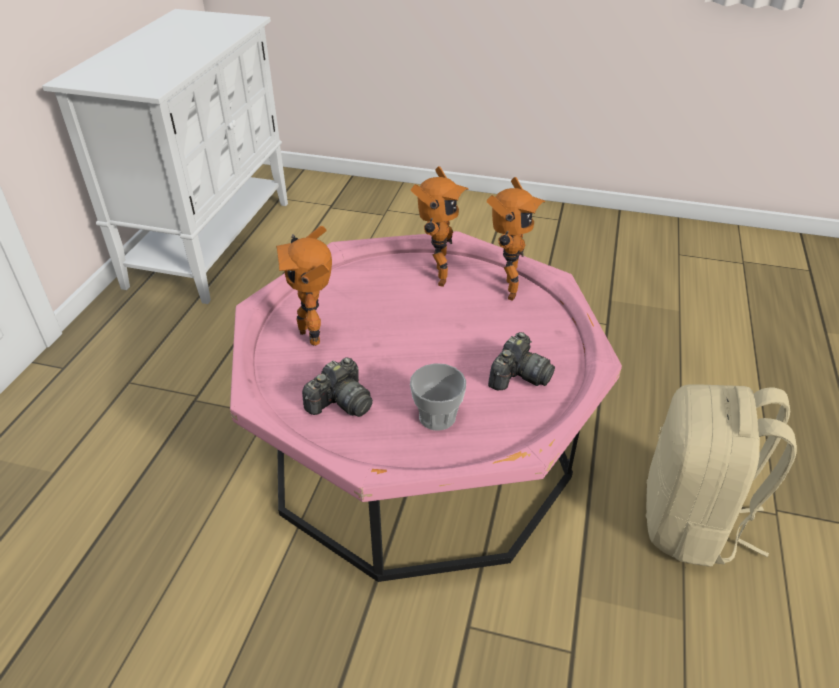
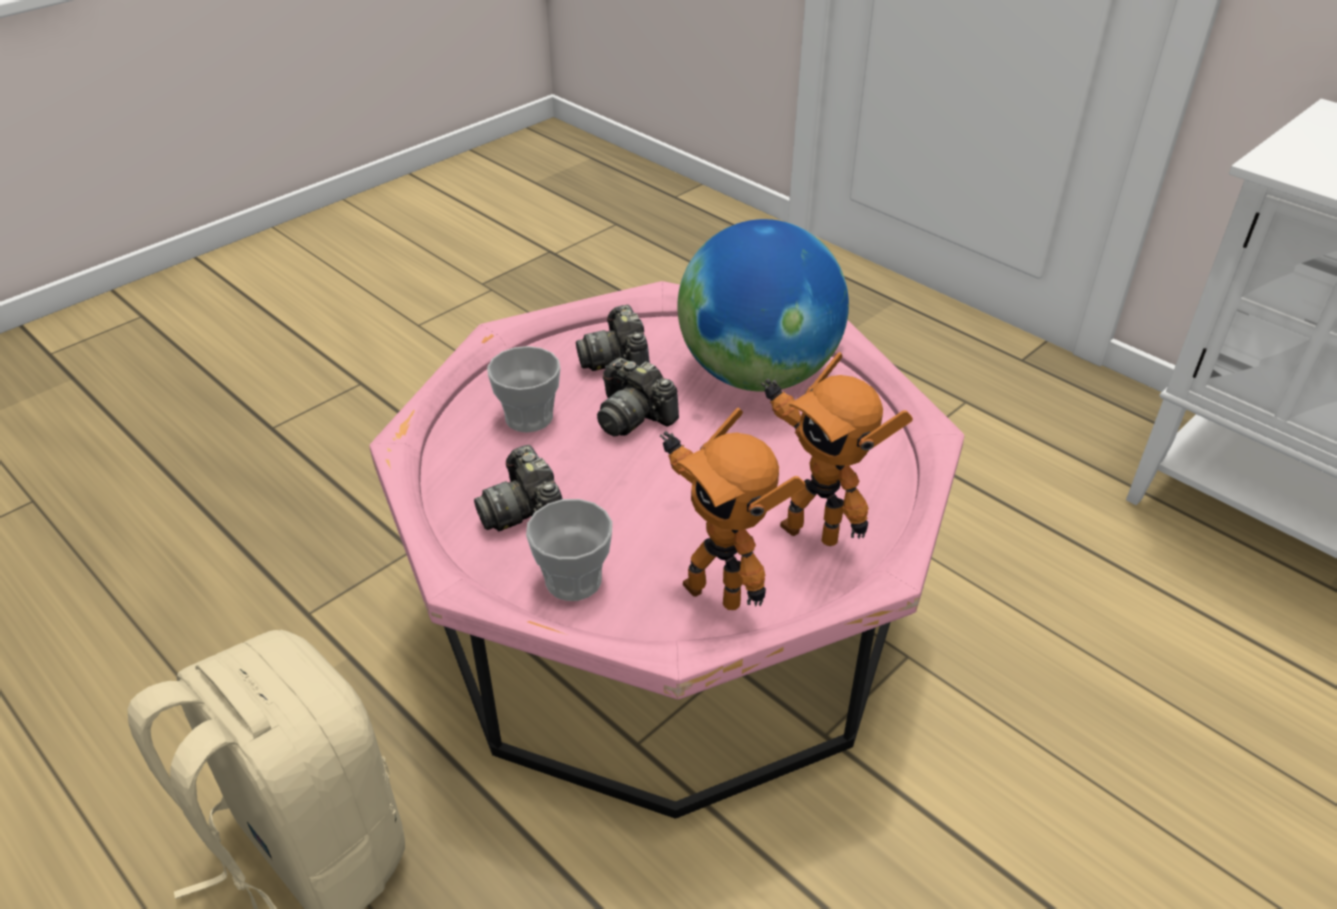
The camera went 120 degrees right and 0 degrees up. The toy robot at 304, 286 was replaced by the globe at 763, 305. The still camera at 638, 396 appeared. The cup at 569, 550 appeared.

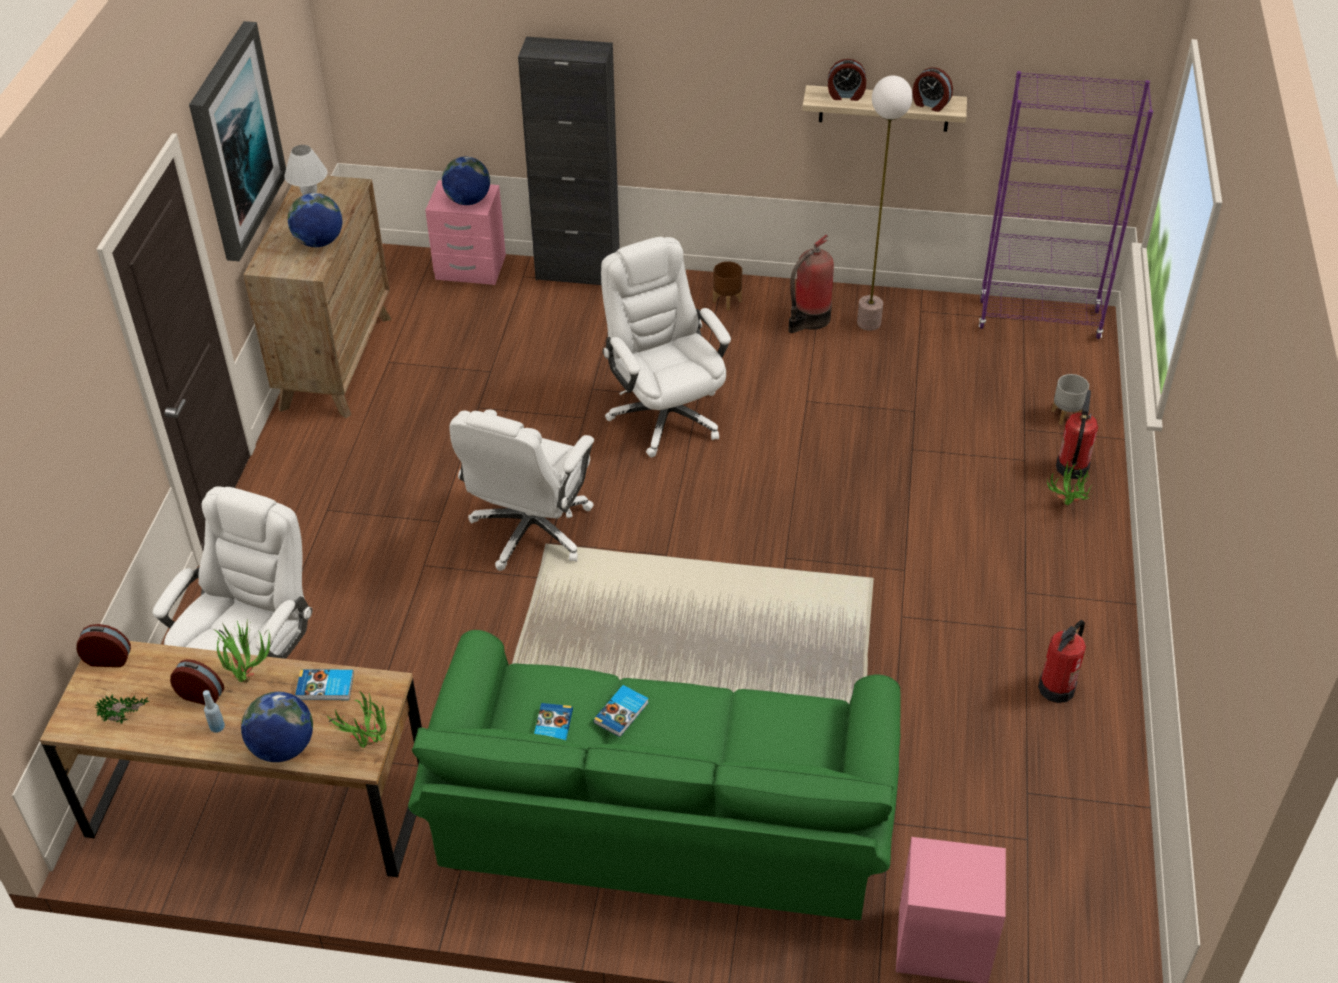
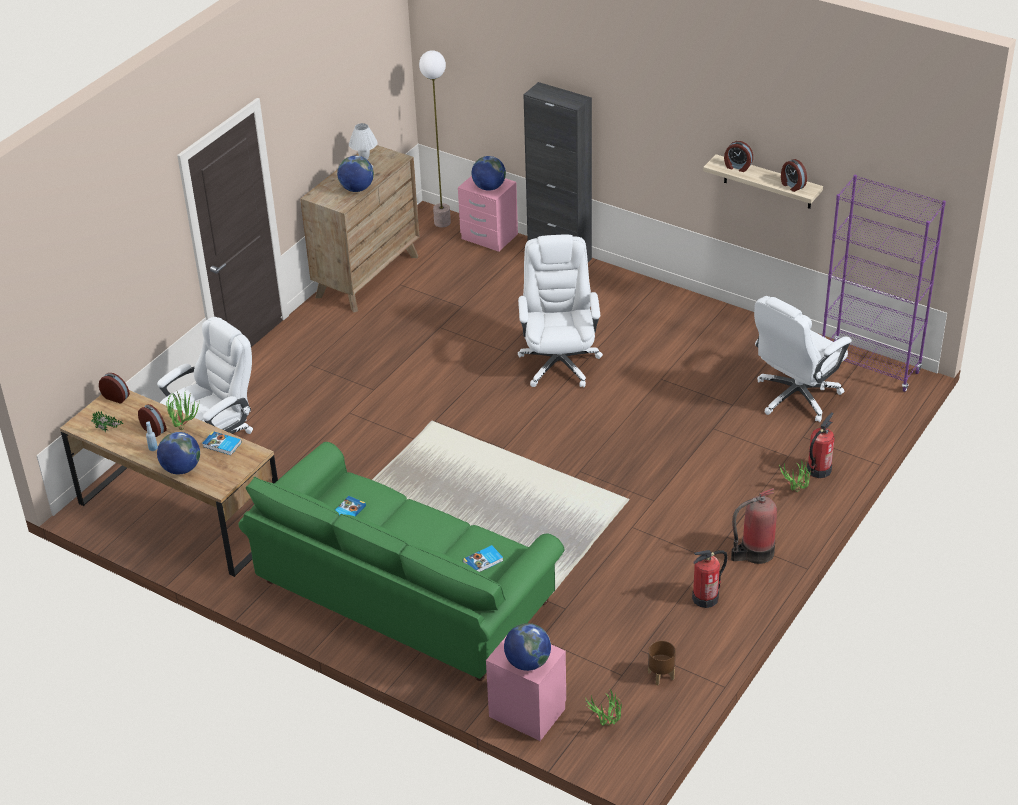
The camera went 25 degrees right and 5 degrees down. The wall art at 237, 141 disappeared. The standard lamp moved from 885, 203 to 435, 138. The extinguisher moved from 811, 284 to 754, 526. The brown-coloured planter moved from 727, 285 to 662, 663. The greyish planter at 1070, 399 disappeared. The white office chair moved from 521, 490 to 803, 359. The bound book moved from 620, 711 to 483, 558. The plant in a pot moved from 357, 719 to 603, 707. The globe at 527, 647 appeared.

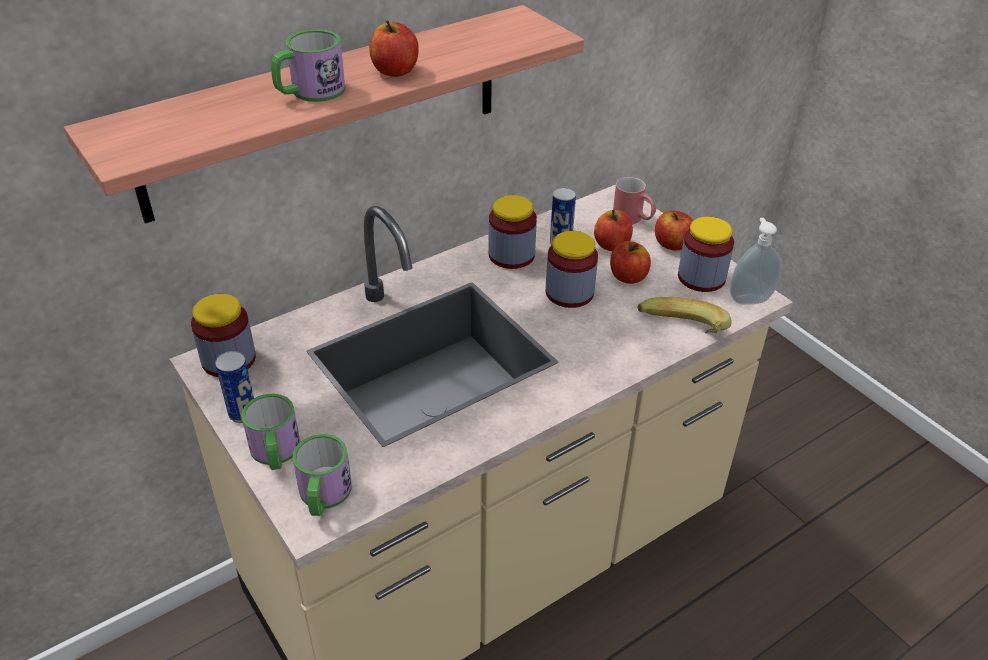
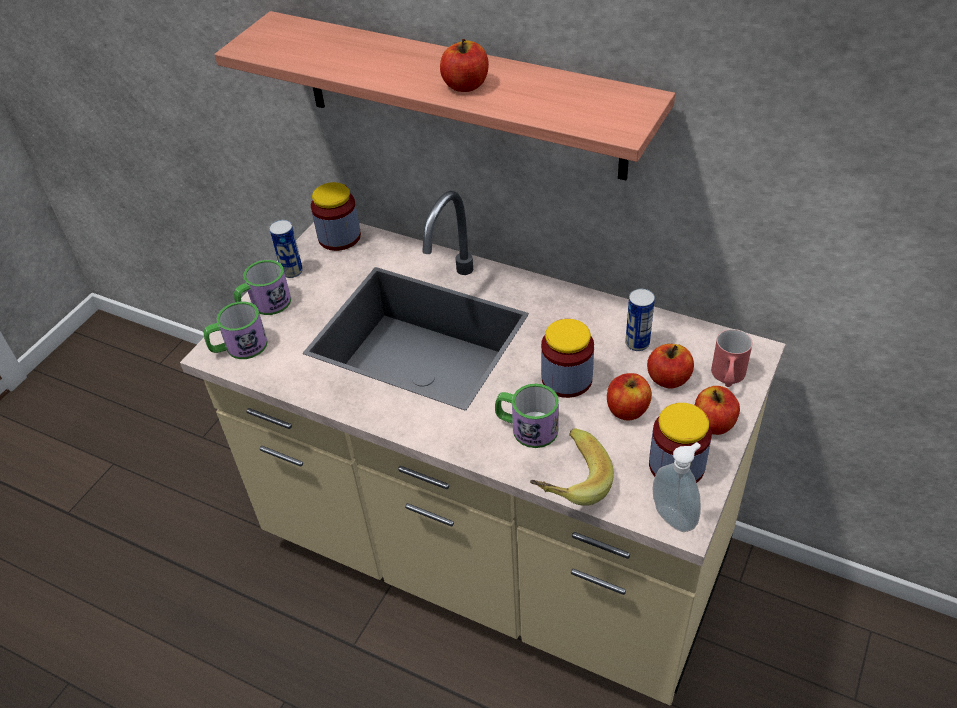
The camera went 65 degrees right and 5 degrees up. The tea mug moved from 308, 65 to 527, 416. The jar at 512, 232 disappeared.

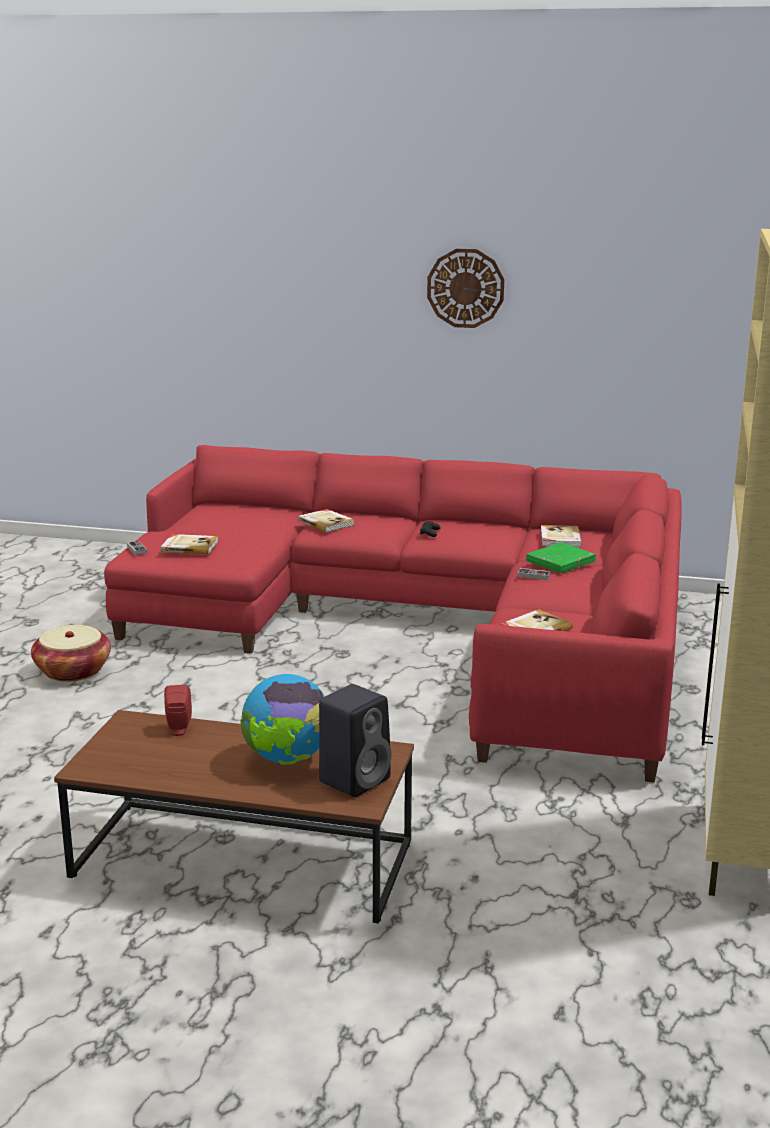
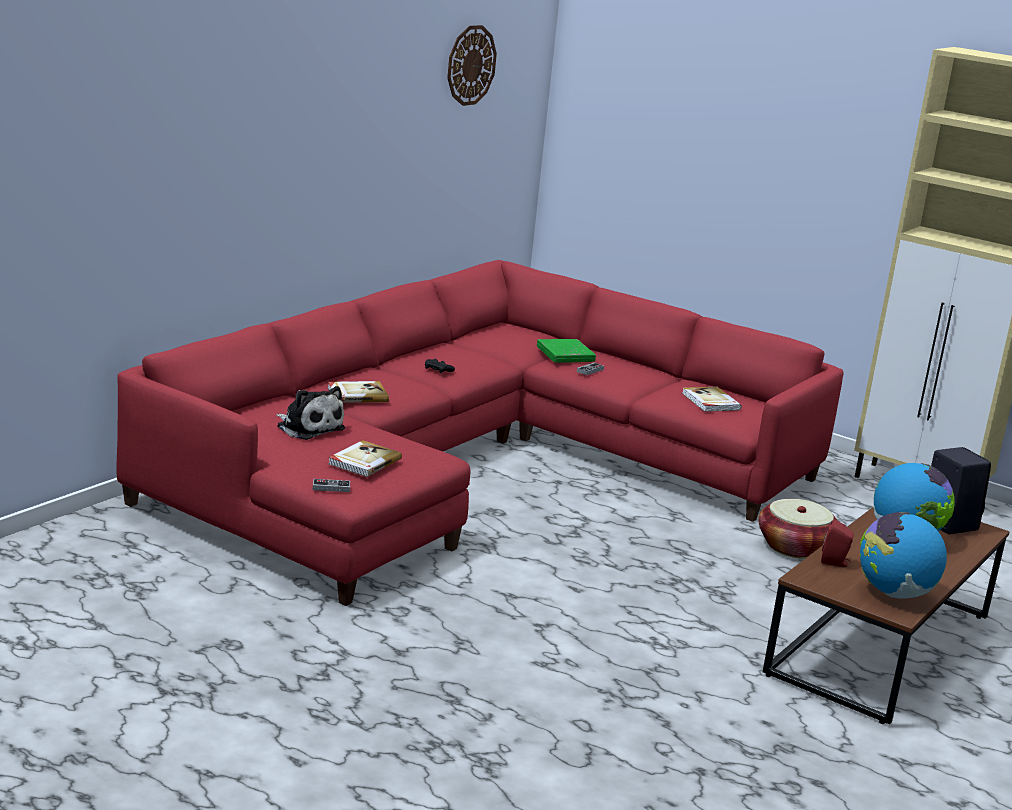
The camera went 70 degrees left and 0 degrees up. The clock on the wall moved from 465, 288 to 472, 65. The bound book at 561, 536 disappeared. The basket moved from 71, 653 to 798, 529. The plush toy at 310, 413 appeared. The globe at 903, 555 appeared.

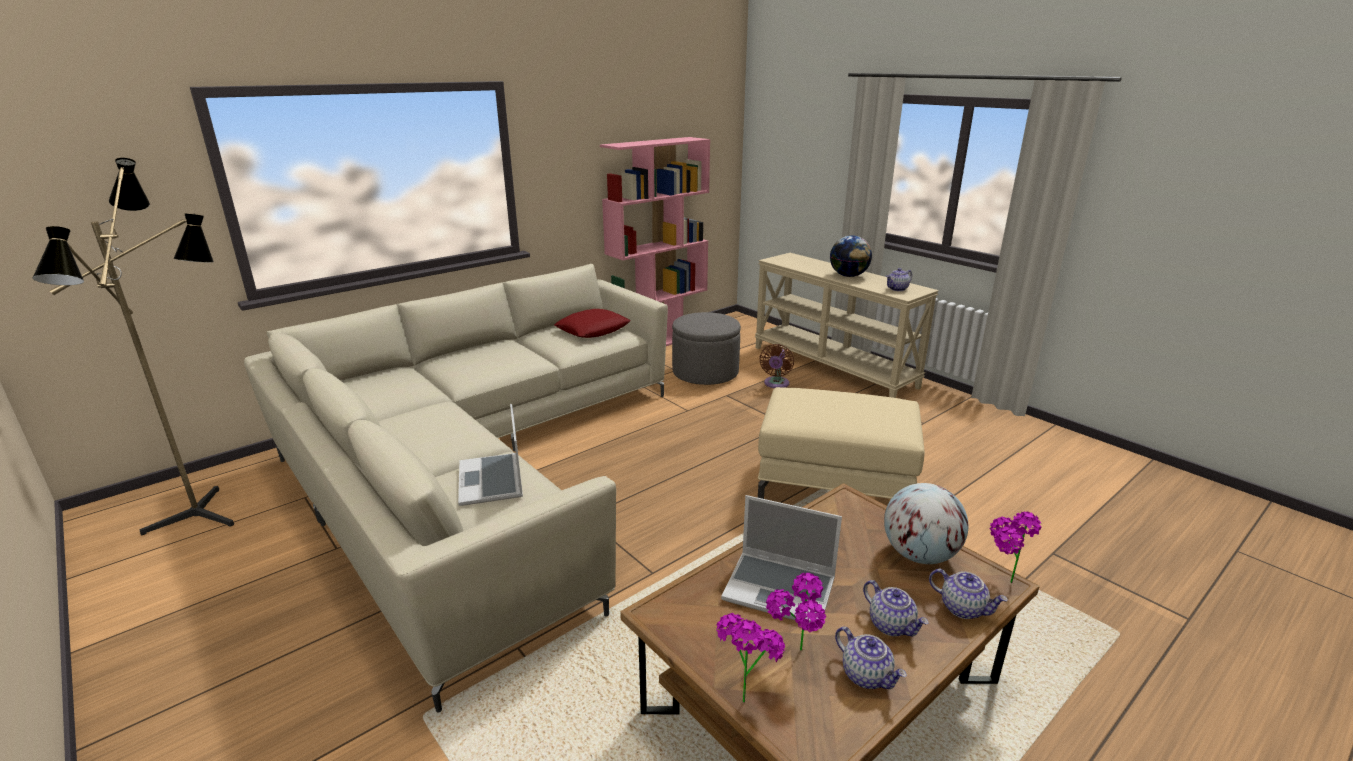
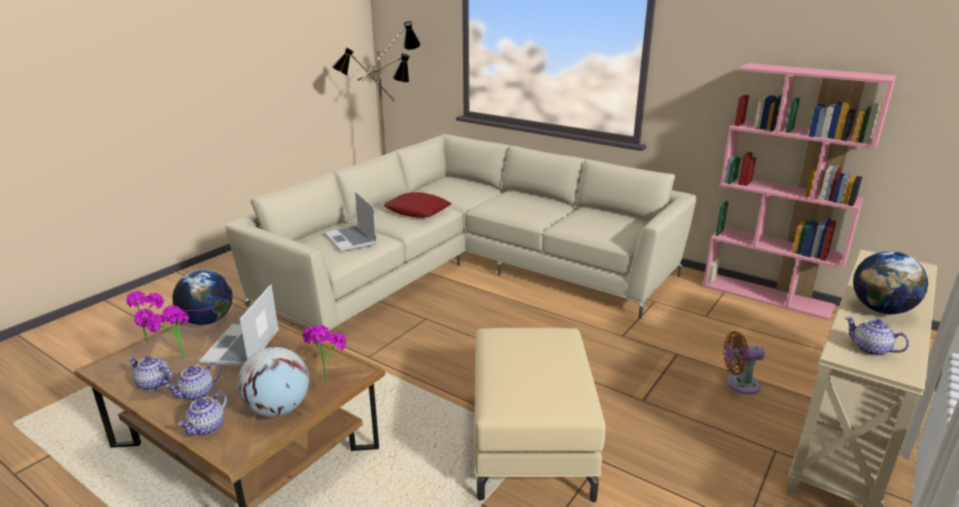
The camera went 75 degrees right and 0 degrees up. The red cushion moved from 592, 323 to 417, 205. The greyish footrest at 706, 348 disappeared. The portable computer at 490, 455 turned 90 degrees counterclockwise. The plant in a pot moved from 1015, 547 to 324, 353. The pot for tea at 871, 658 turned 75 degrees clockwise. The globe at 203, 297 appeared.

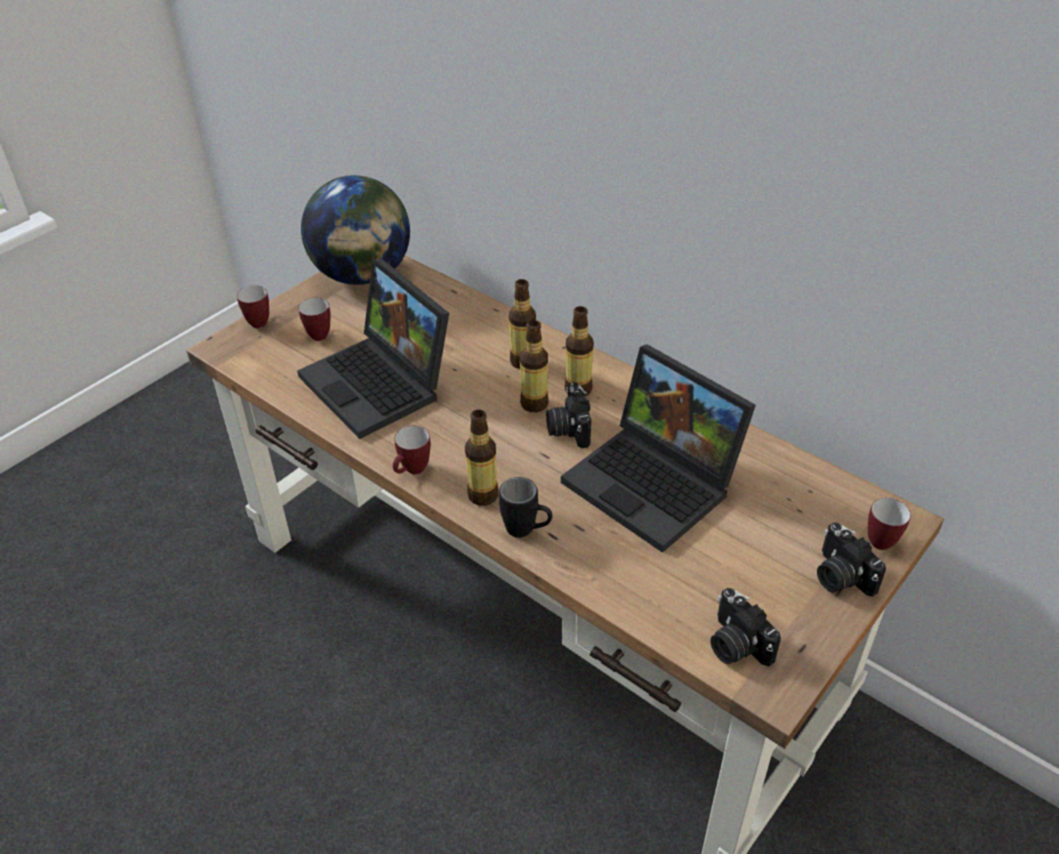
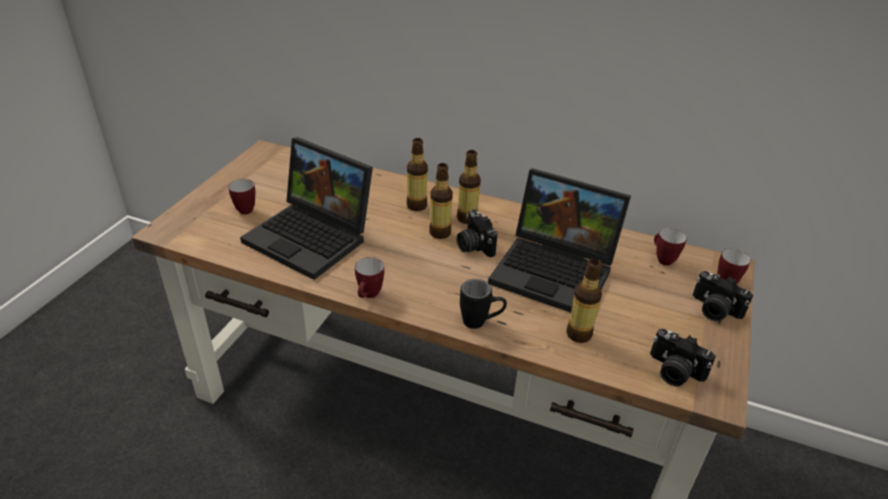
The camera went 20 degrees left and 5 degrees down. The globe at 355, 230 disappeared. The tea mug moved from 253, 306 to 670, 247. The drink bottle moved from 482, 458 to 584, 301.

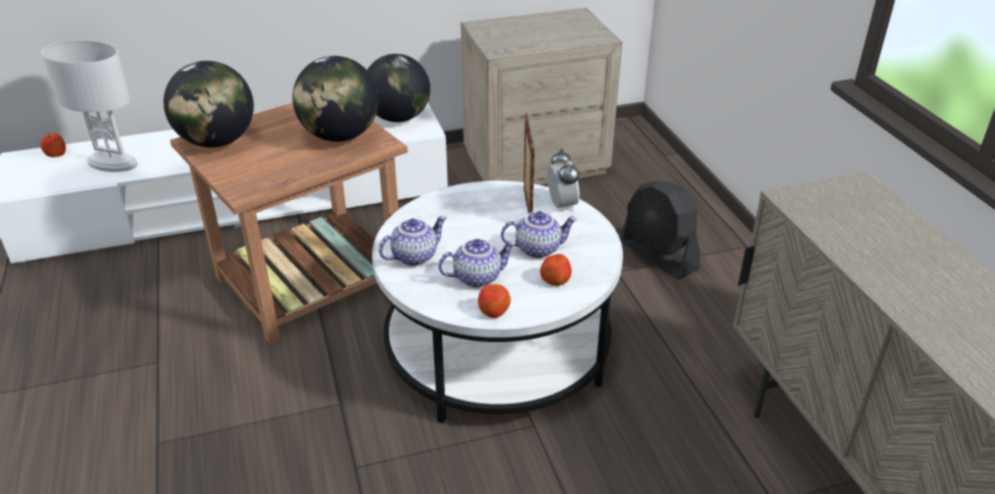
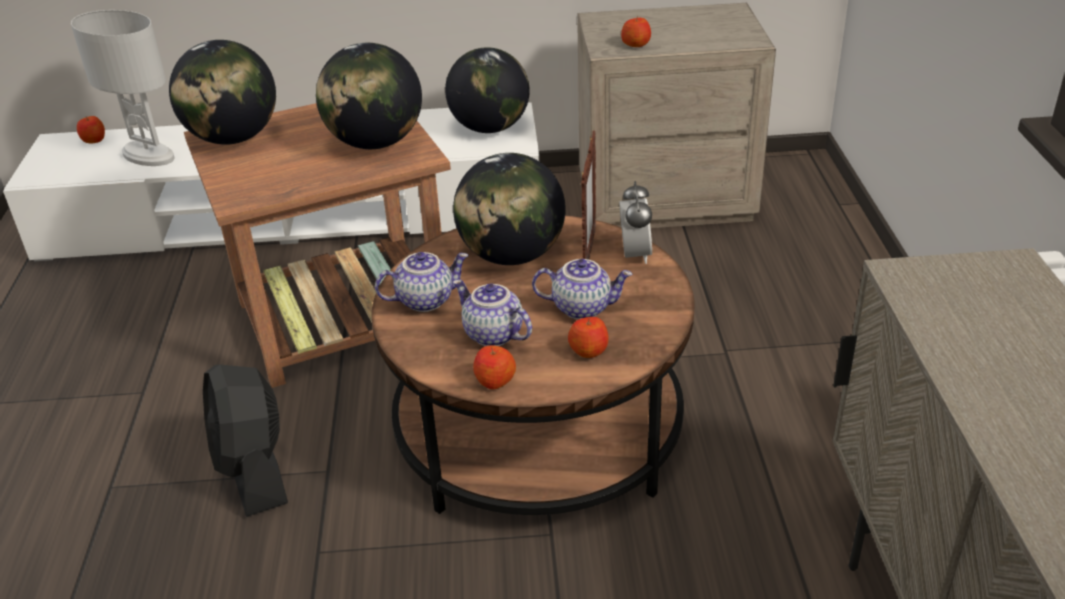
The camera went 15 degrees right and 0 degrees up. The white coffee table at 497, 302 became the brown-coloured coffee table at 532, 365. The blackish electric fan moved from 660, 230 to 245, 441. The pot for tea at 477, 263 turned 135 degrees counterclockwise. The whole apple at 636, 31 appeared. The globe at 509, 209 appeared.

